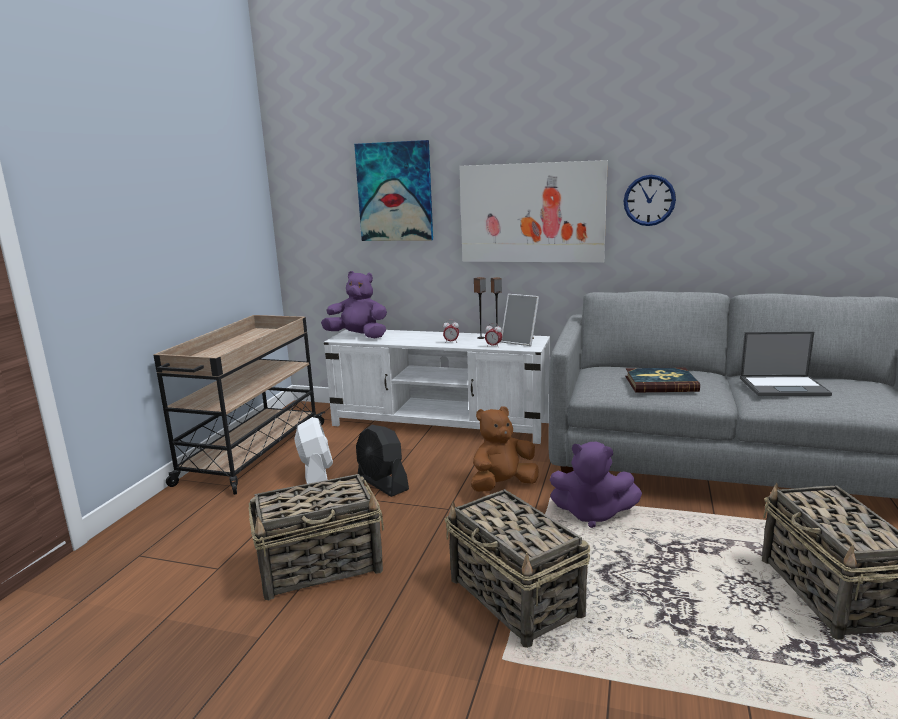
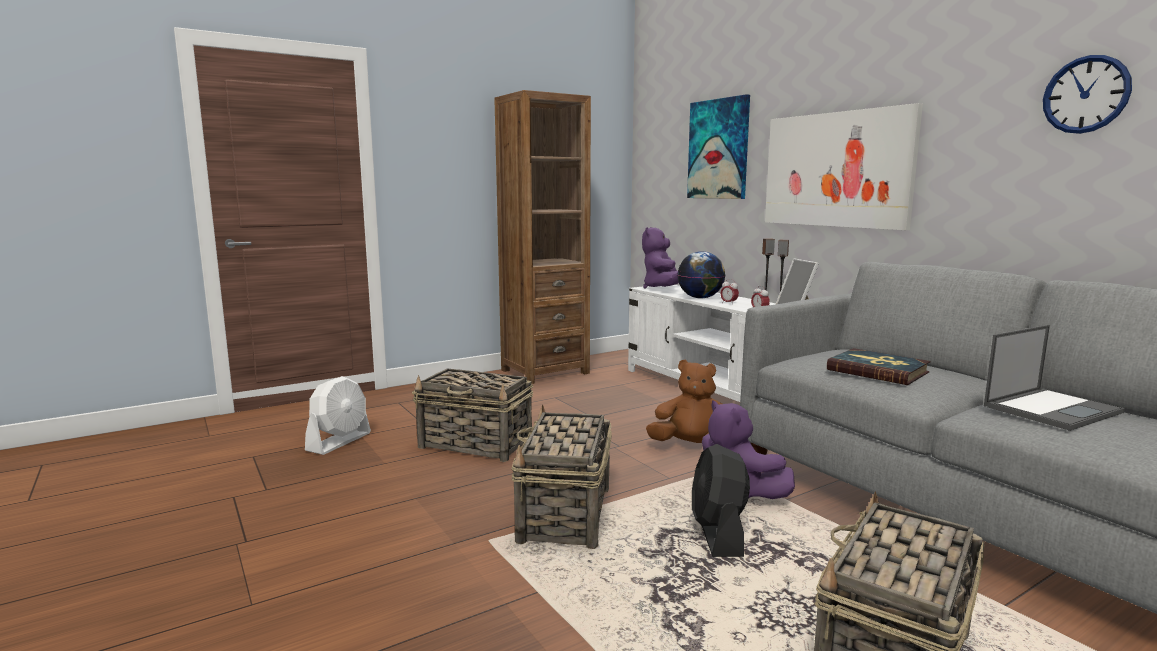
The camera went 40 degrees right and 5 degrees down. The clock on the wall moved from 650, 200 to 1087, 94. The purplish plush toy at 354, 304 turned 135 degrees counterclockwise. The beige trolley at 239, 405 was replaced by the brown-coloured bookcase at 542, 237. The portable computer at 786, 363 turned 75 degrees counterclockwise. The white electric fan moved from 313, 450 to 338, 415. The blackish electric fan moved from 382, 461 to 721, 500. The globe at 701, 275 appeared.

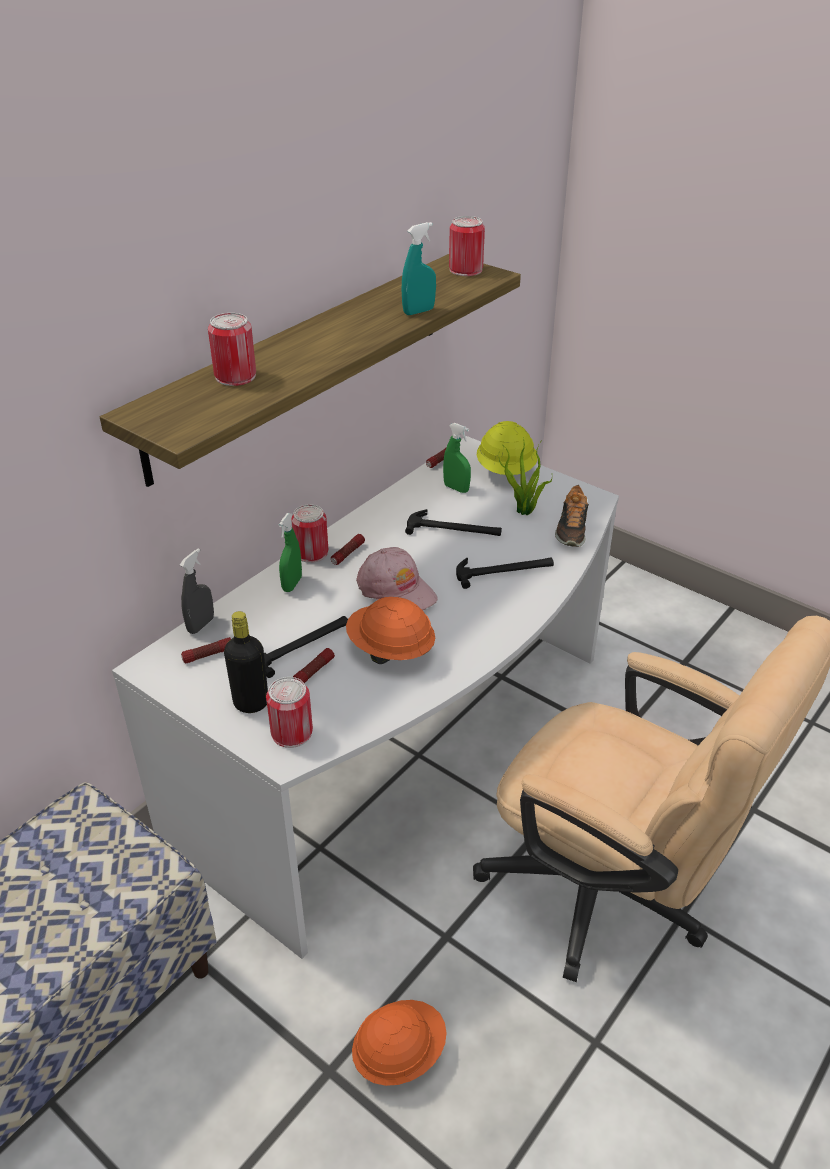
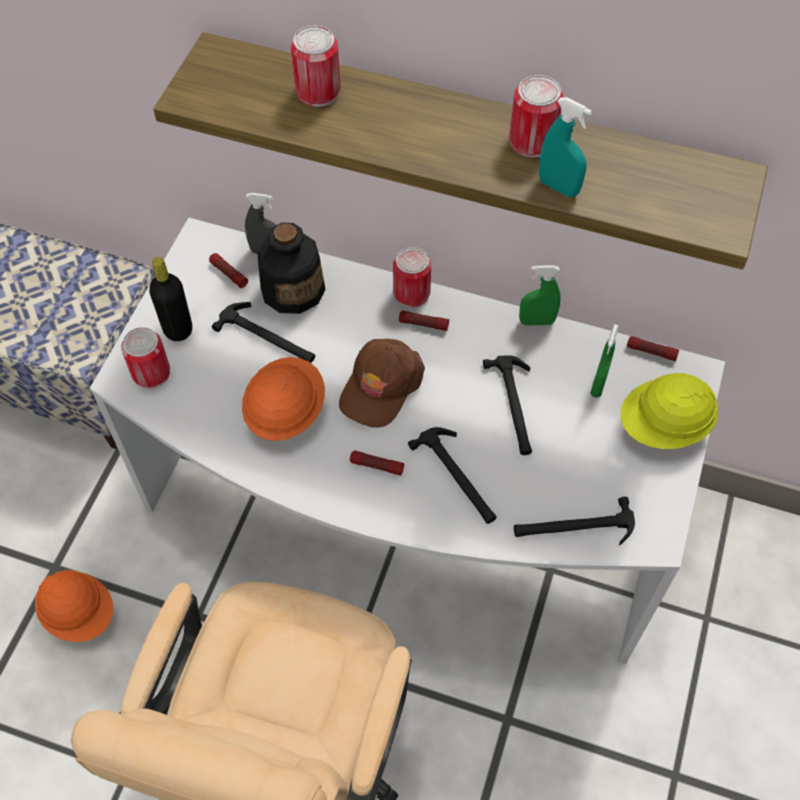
The camera went 70 degrees right and 20 degrees up. The sealed can moved from 467, 246 to 536, 116. The plant in a pot at 525, 476 disappeared. The low shoe at 572, 516 was replaced by the hand hammer at 574, 521. The green-coloured spray bottle moved from 290, 552 to 540, 295. The pink peaked cap at 397, 578 became the brown-coloured peaked cap at 382, 383. The flashlight moved from 314, 665 to 377, 463. The drink bottle at 291, 268 appeared.

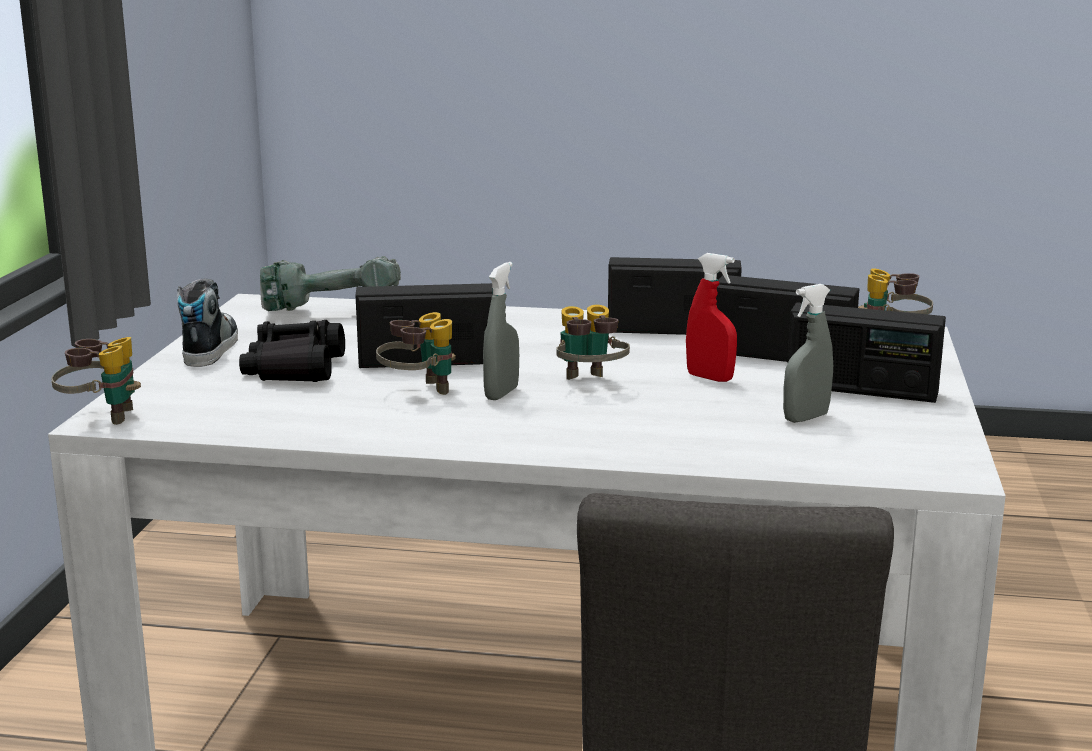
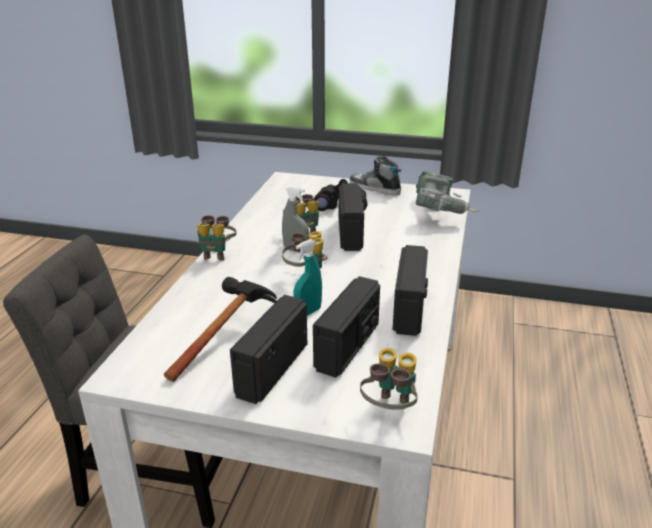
The camera went 95 degrees right and 10 degrees up. The red spray bottle at 711, 317 became the blue-green spray bottle at 308, 277. The low shoe at 207, 323 turned 150 degrees counterclockwise. The greyish spray bottle at 808, 353 was replaced by the hand hammer at 220, 329. The field glasses moved from 96, 381 to 217, 238.

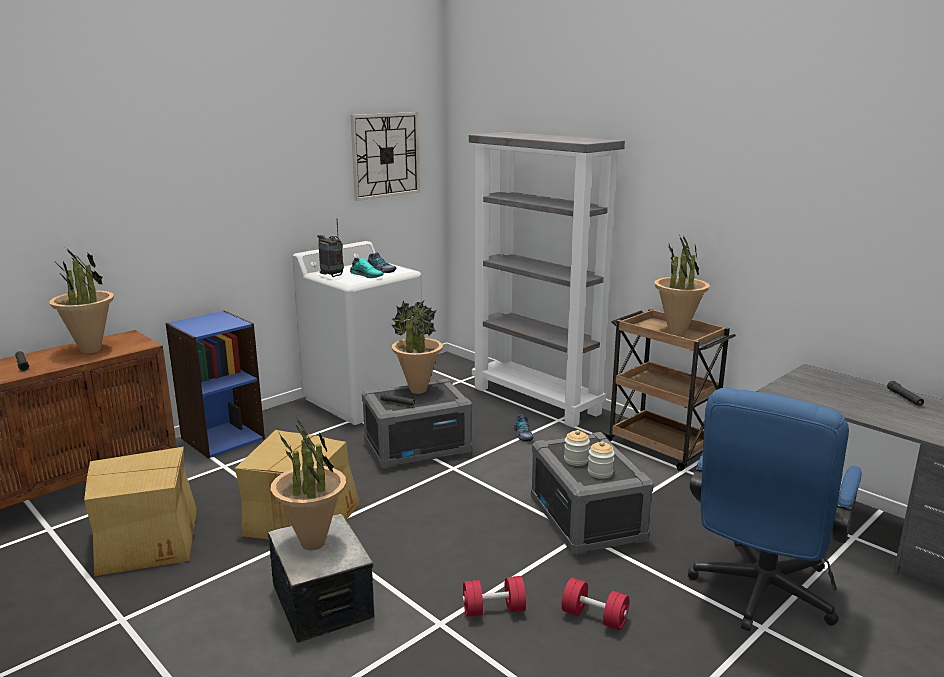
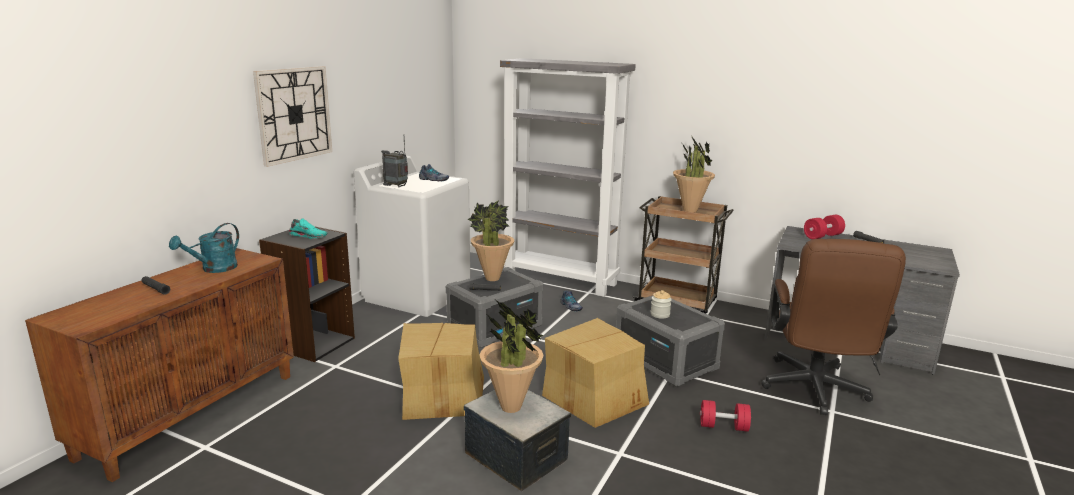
The camera went 20 degrees left and 0 degrees up. The clock on the wall moved from 385, 156 to 292, 116. The plant in a pot at 81, 301 was replaced by the blue-green watering pot at 204, 248. The blue-green low shoe moved from 367, 268 to 308, 229. The blue bookcase at 215, 384 became the blackish bookcase at 307, 294. The blue office chair at 775, 510 became the brown-coloured office chair at 833, 327. The jar at 601, 460 disappeared. The packing box moved from 140, 511 to 595, 373. The red hand weight moved from 494, 596 to 824, 227.

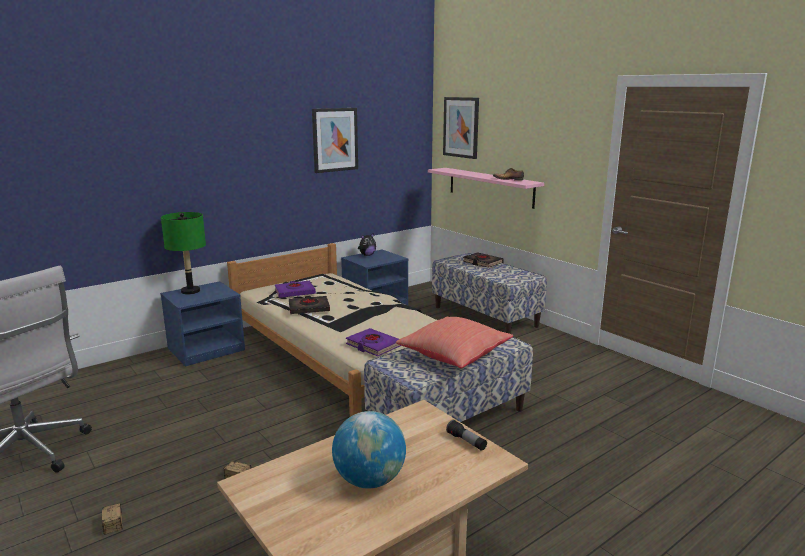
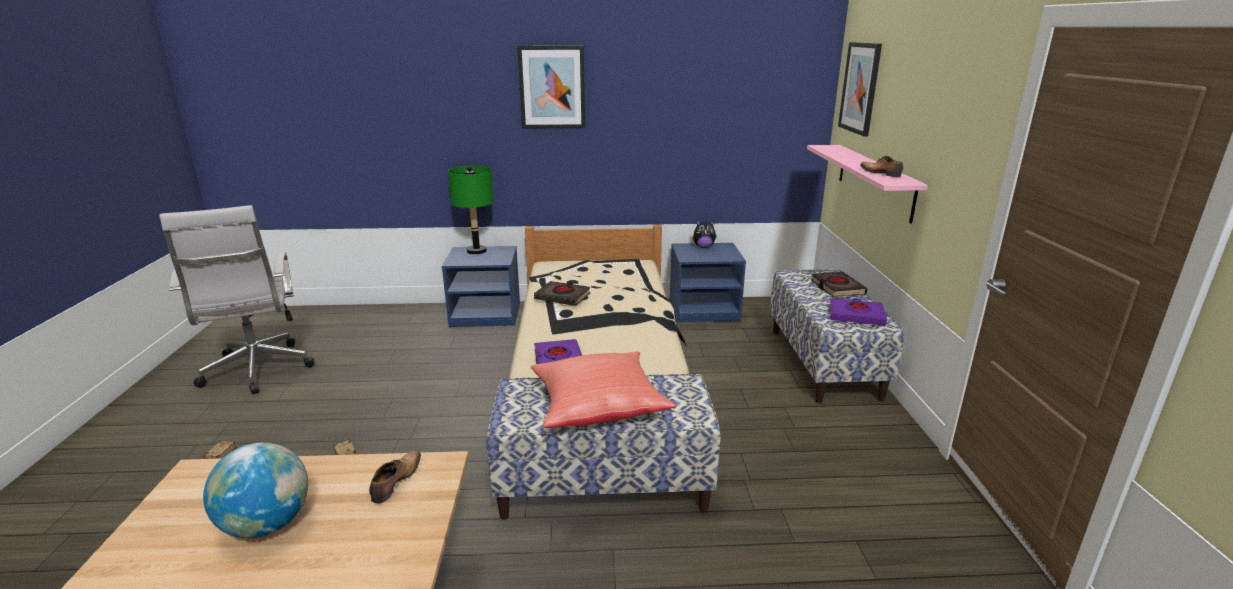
The camera went 35 degrees right and 5 degrees up. The wall art moved from 335, 140 to 551, 87. The purplish bound book moved from 295, 289 to 858, 312. The flashlight at 466, 435 disappeared. The low shoe at 395, 476 appeared.

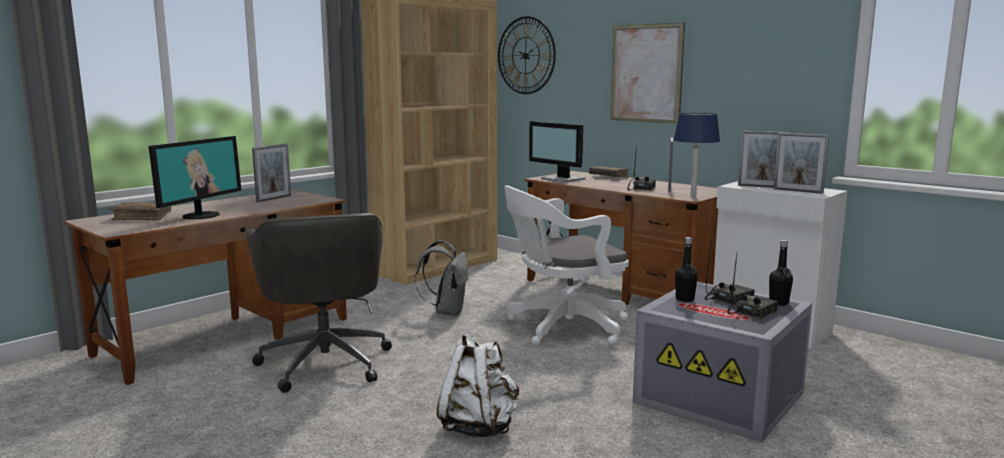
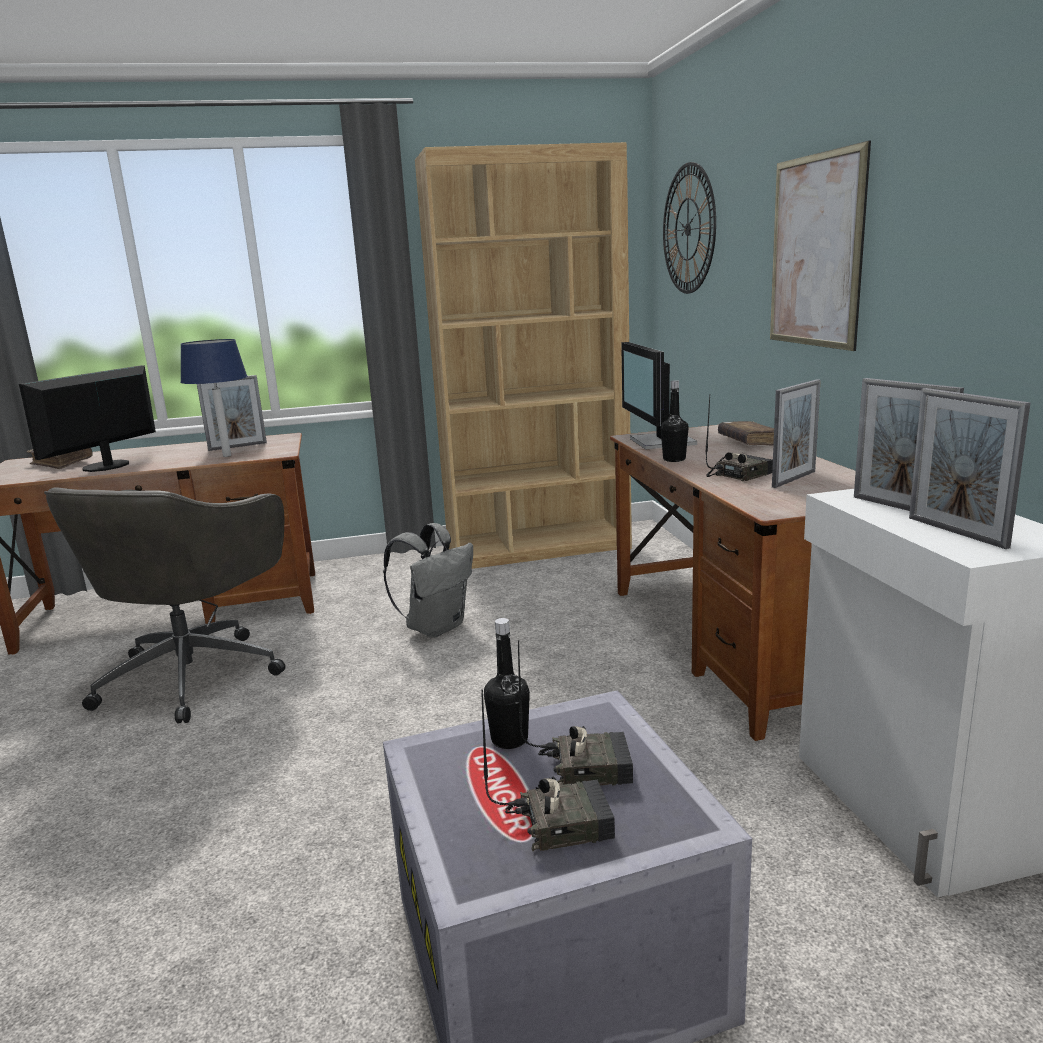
The camera went 35 degrees right and 5 degrees up. The blue tabletop lamp moved from 696, 155 to 214, 398. The computer display at 194, 178 turned 150 degrees clockwise. The white office chair at 566, 265 disappeared. The blackish drink bottle moved from 781, 273 to 675, 421. The white backpack at 478, 385 disappeared.

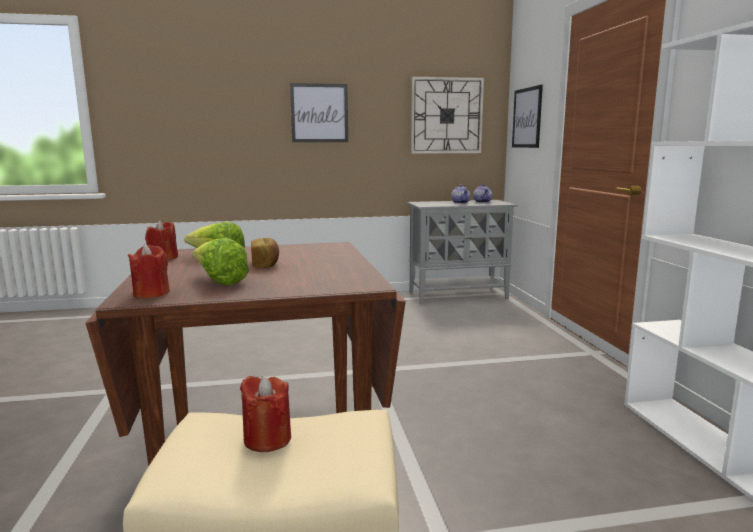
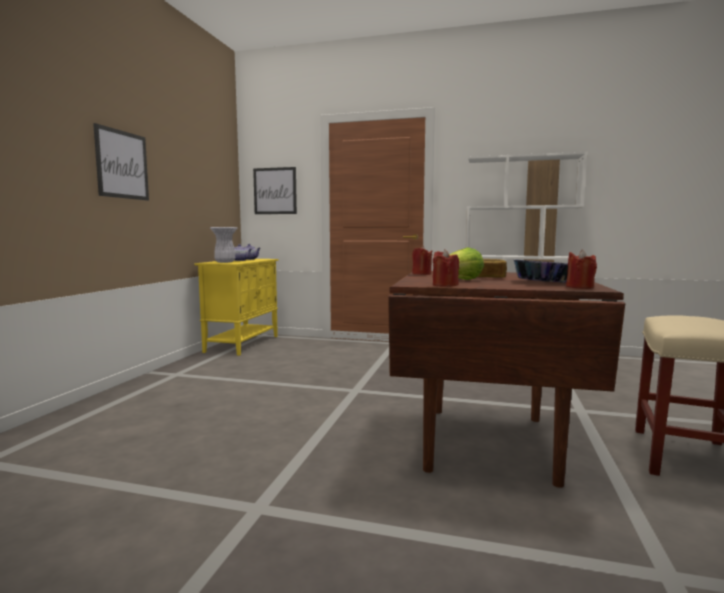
The camera went 65 degrees left and 5 degrees down. The clock on the wall at 447, 115 disappeared. The greyish storage cabinet at 462, 252 became the yellowish storage cabinet at 236, 307. The lettuce head at 220, 261 was replaced by the deep dish at 541, 271. The red wax light moved from 265, 414 to 422, 260. The white decorative vase at 223, 245 appeared.

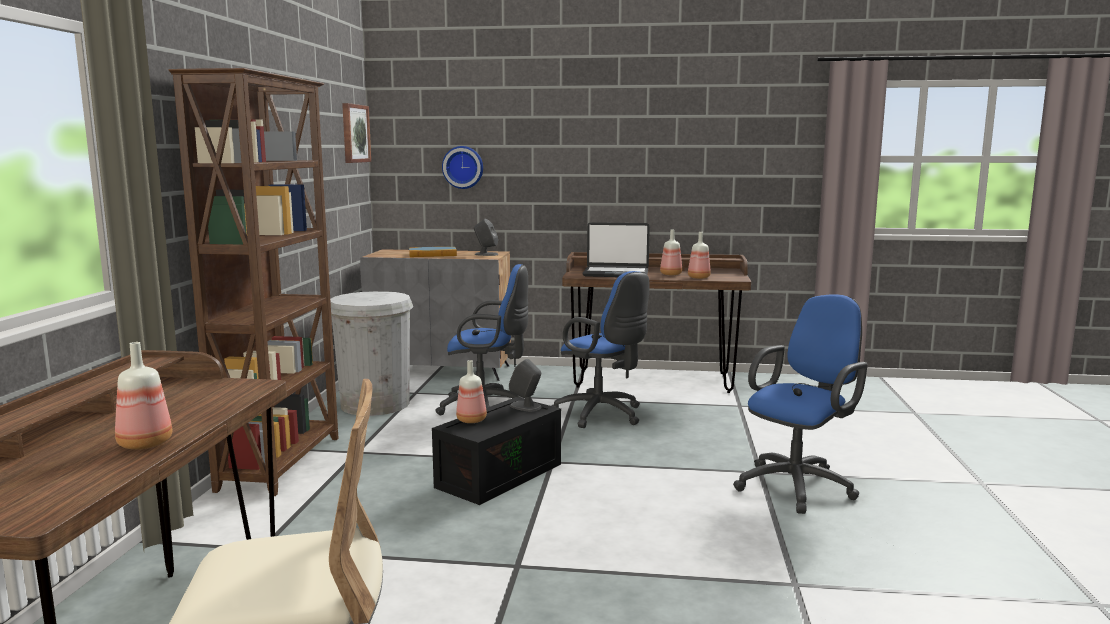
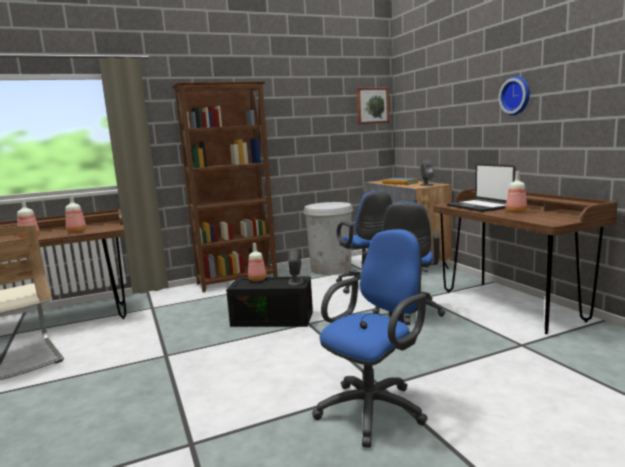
The camera went 60 degrees right and 0 degrees up. The clock on the wall moved from 462, 167 to 514, 96. The drink bottle moved from 699, 255 to 76, 213. The blue office chair at 800, 404 turned 60 degrees counterclockwise.

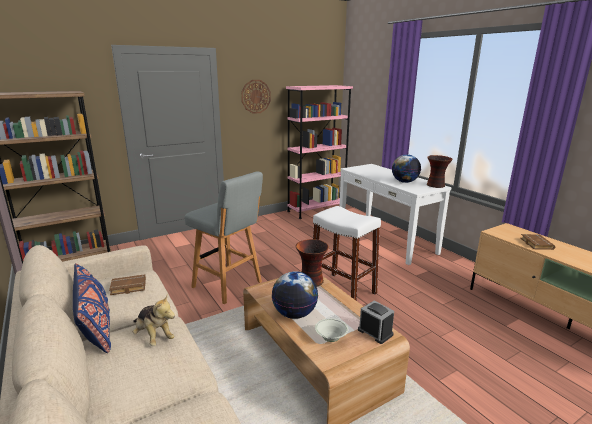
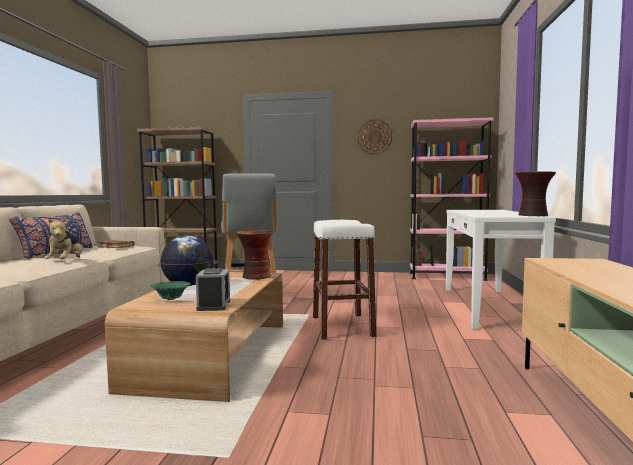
The camera went 40 degrees right and 15 degrees down. The globe at 406, 168 disappeared. The brown-coloured bound book at 537, 242 disappeared. The white deep dish at 331, 330 became the green-coloured deep dish at 170, 290.

